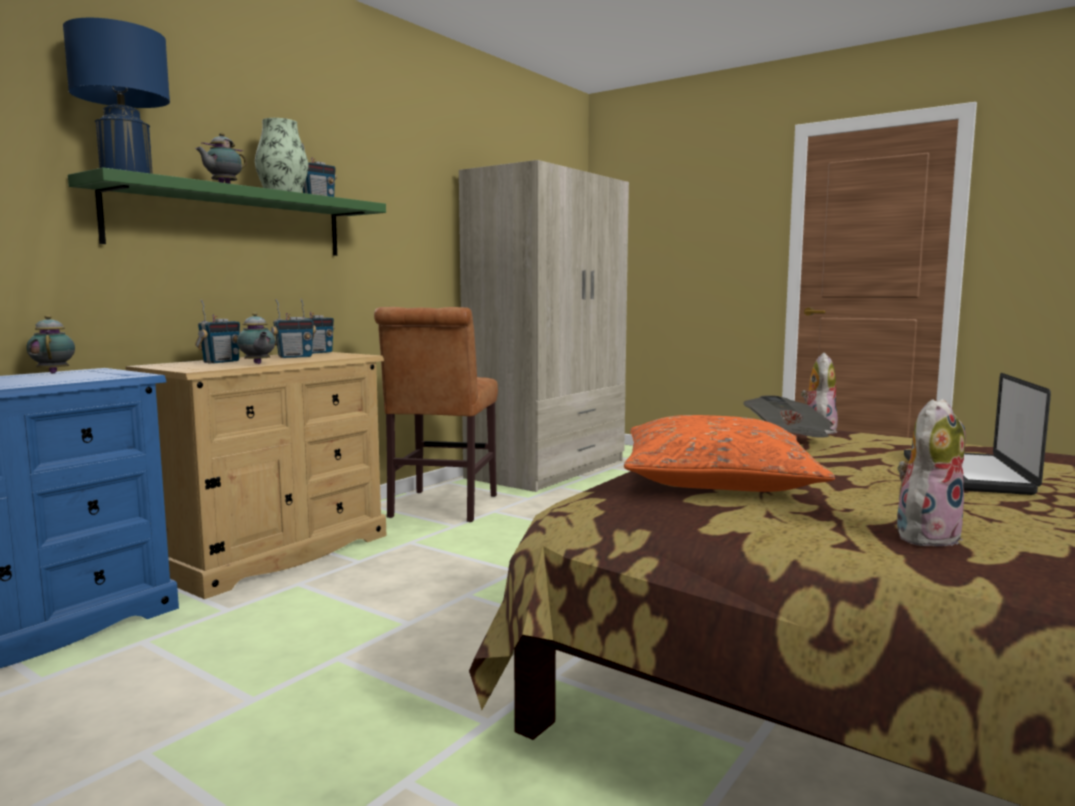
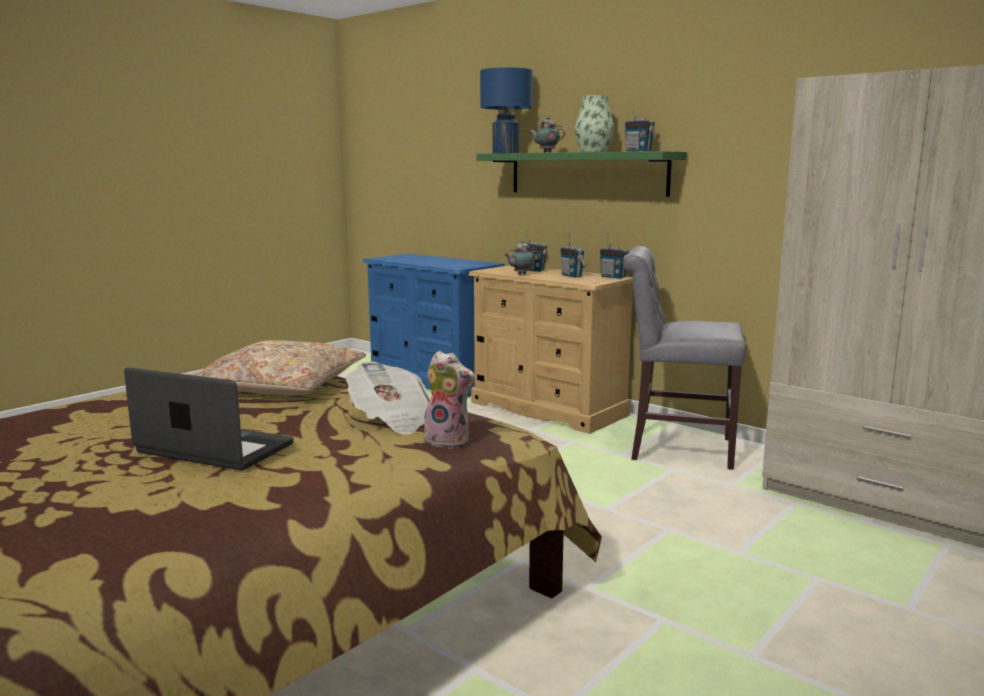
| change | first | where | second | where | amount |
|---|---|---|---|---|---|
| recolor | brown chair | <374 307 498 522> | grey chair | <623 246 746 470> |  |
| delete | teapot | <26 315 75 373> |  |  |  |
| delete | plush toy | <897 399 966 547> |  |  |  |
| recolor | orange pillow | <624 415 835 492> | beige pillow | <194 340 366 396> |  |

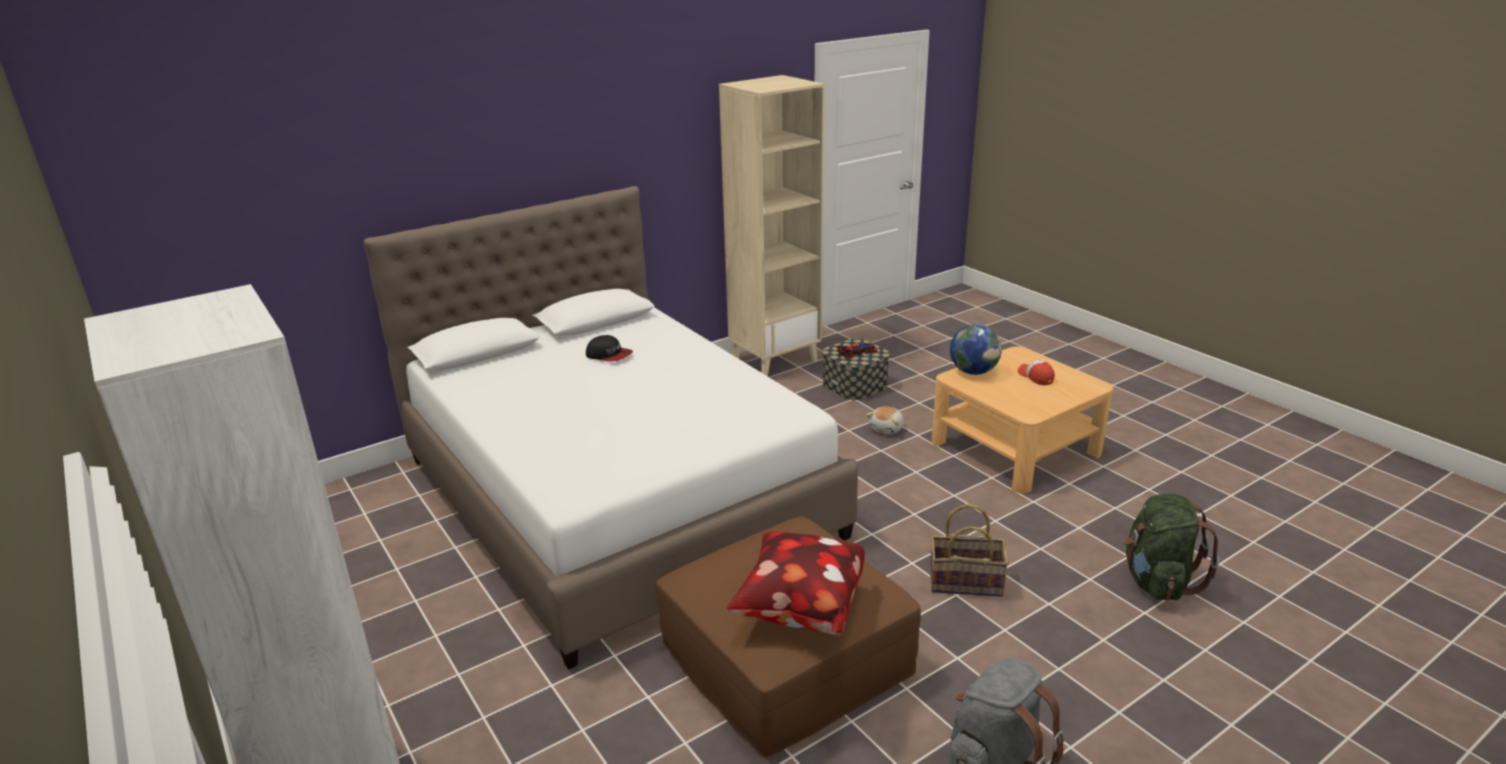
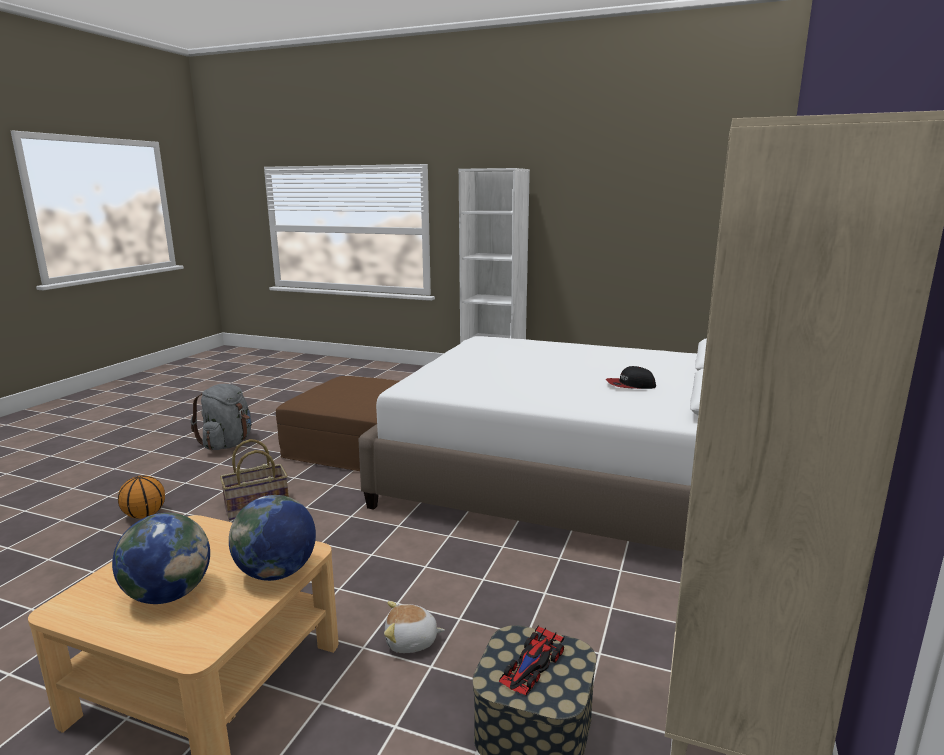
| change | first | where | second | where | amount |
|---|---|---|---|---|---|
| replace | cap | <1018 360 1055 386> | globe | <112 513 210 604> |  |
| rotate | plush toy | <866 406 904 434> |  | <384 601 445 653> | 90 degrees counterclockwise |
| delete | green backpack | <1123 494 1220 601> |  |  |  |
| delete | pillow | <726 532 865 635> |  |  |  |
| insert |  |  | basketball | <118 475 165 519> |  |

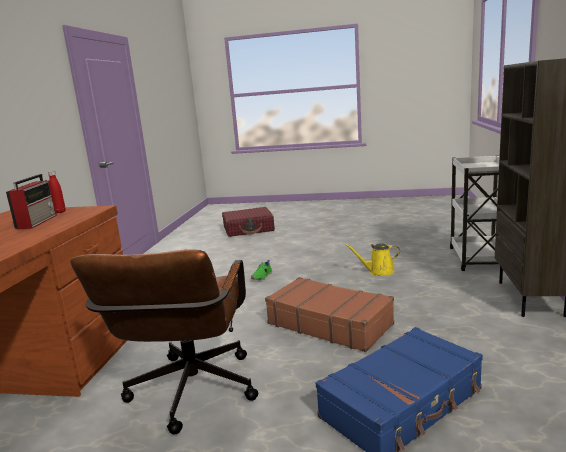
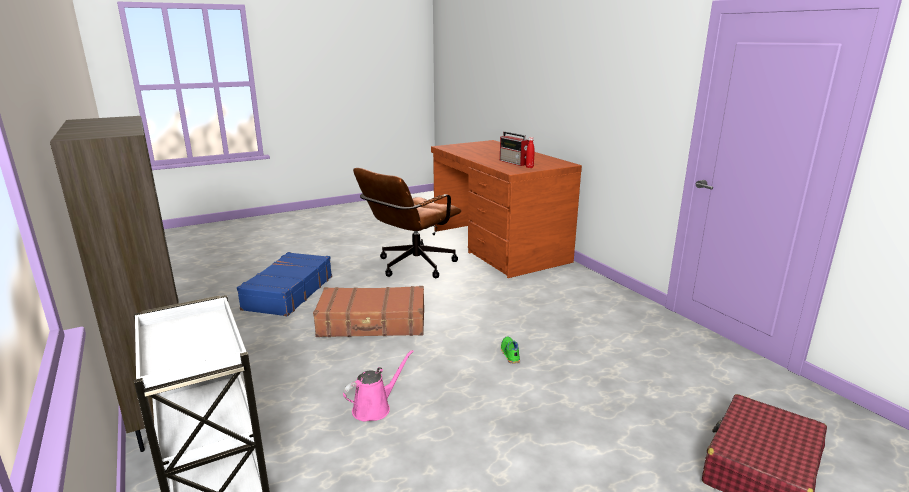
| change | first | where | second | where | amount |
|---|---|---|---|---|---|
| recolor | yellow watering can | <345 243 400 276> | pink watering can | <343 350 413 421> |  |
| rotate | brown office chair | <70 249 258 434> |  | <353 168 461 278> | 105 degrees counterclockwise |

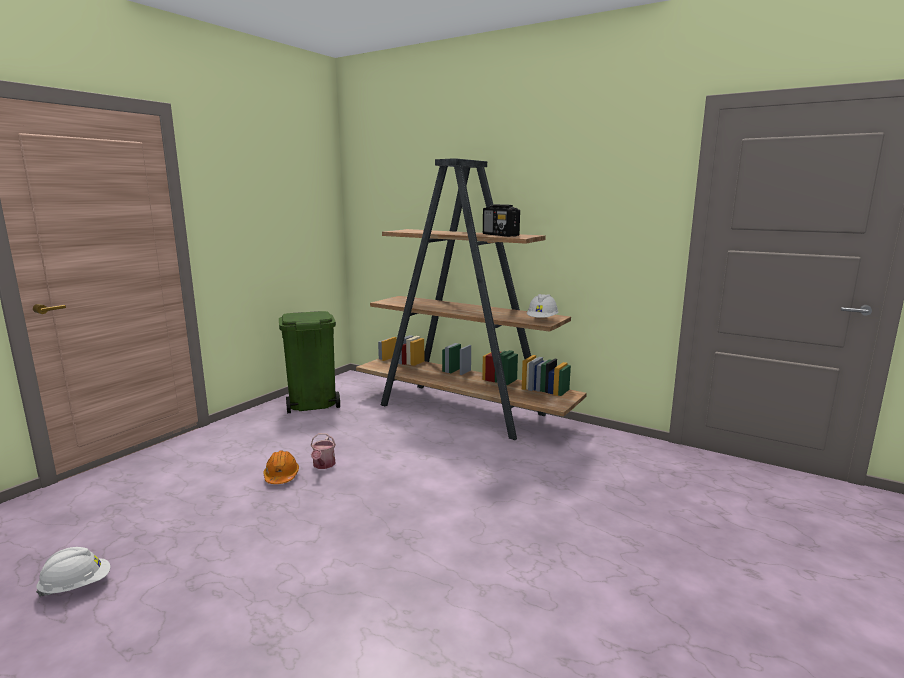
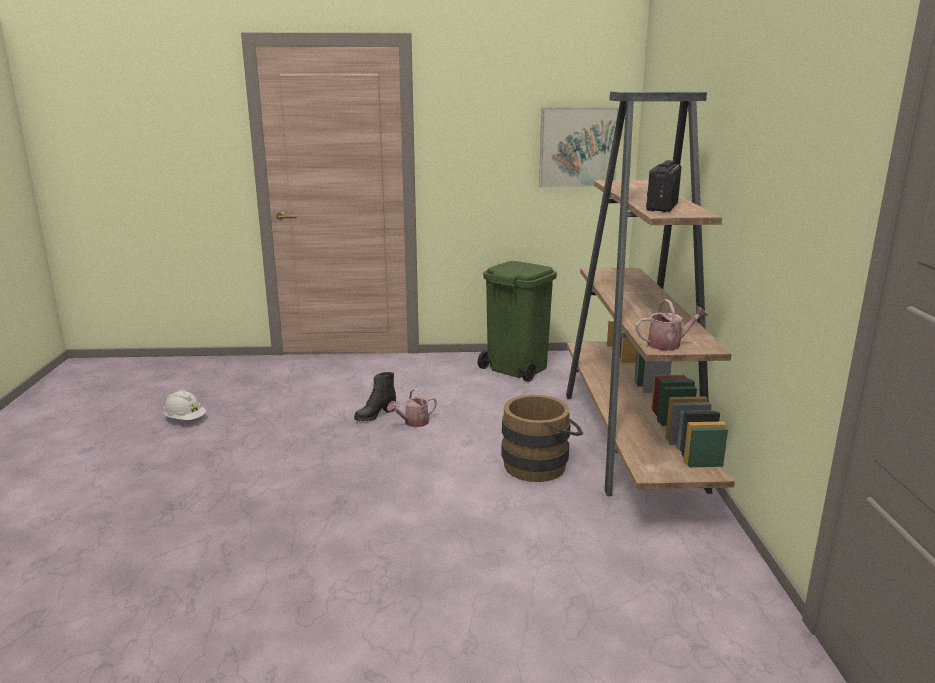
| change | first | where | second | where | amount |
|---|---|---|---|---|---|
| replace | white hard hat | <527 294 558 318> | watering can | <636 299 708 351> |  |
| replace | orange hard hat | <263 450 299 484> | black boot | <354 372 396 421> |  |
| insert |  |  | picture | <539 107 619 187> |  |
| insert |  |  | brown bucket | <501 395 583 482> |  |

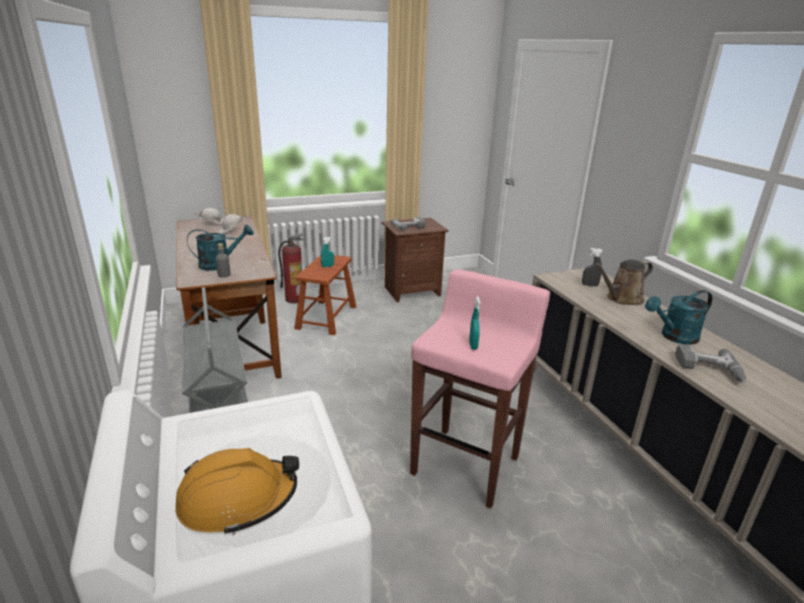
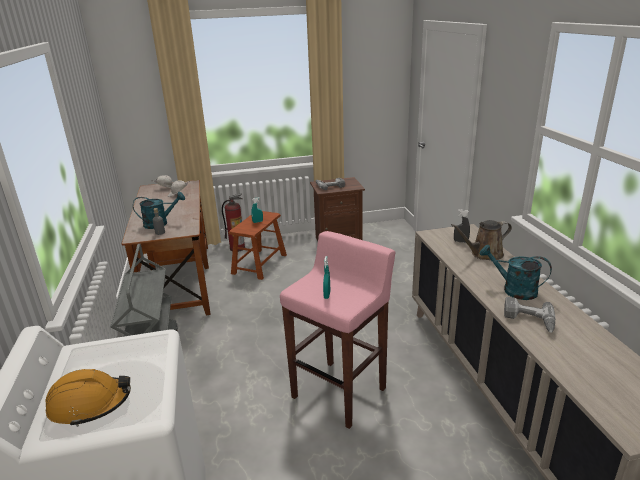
| change | first | where | second | where | amount |
|---|---|---|---|---|---|
| rotate | turquoise watering can | <645 290 712 345> |  | <480 245 552 300> | 45 degrees clockwise |

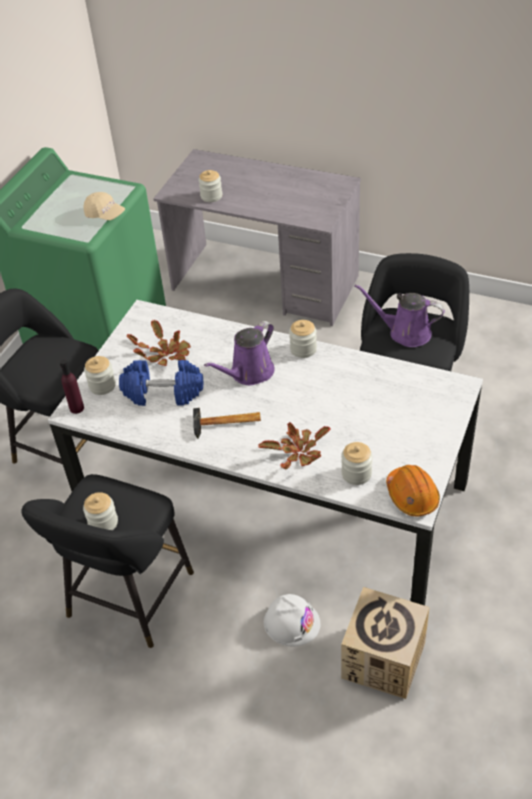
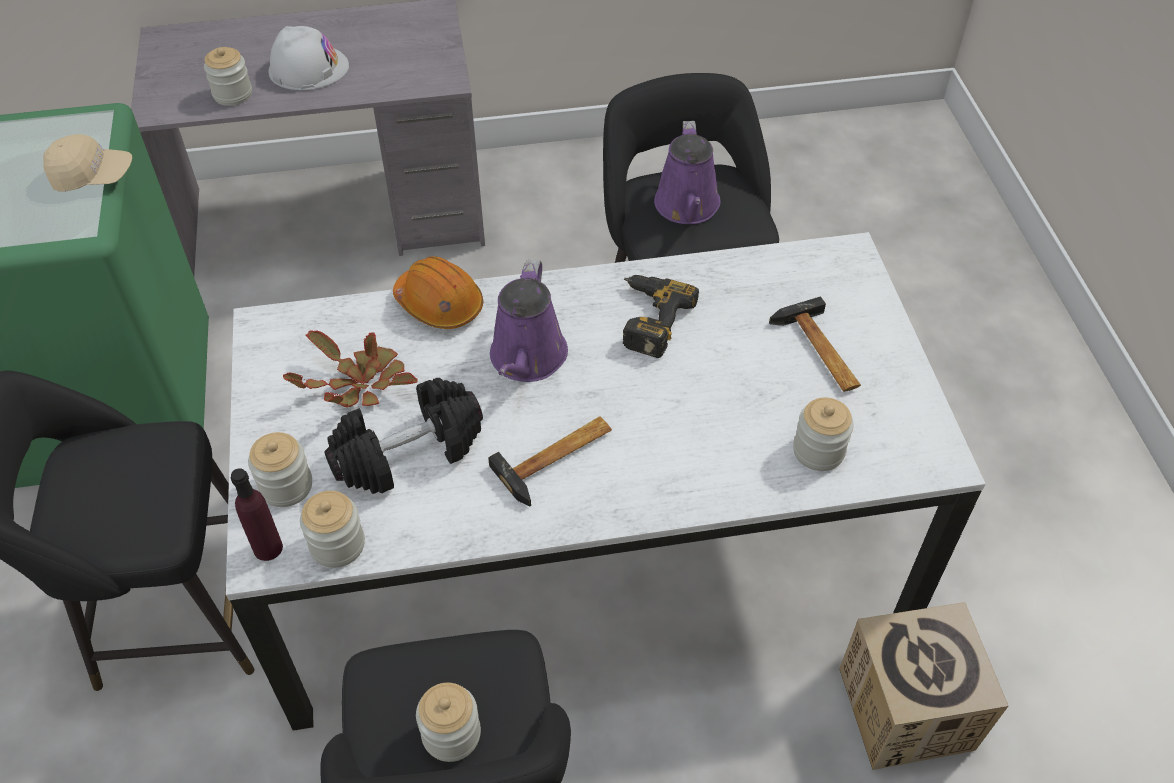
| change | first | where | second | where | amount |
|---|---|---|---|---|---|
| rotate | purple watering can | <354 284 445 347> |  | <654 121 721 224> | 75 degrees counterclockwise |
| move | jar | <289 320 317 358> |  | <300 491 365 568> |  |
| recolor | blue dumbbell | <119 360 203 406> | black dumbbell | <324 378 483 494> |  |
| delete | potted plant | <258 422 331 469> |  |  |  |
| move | orange hard hat | <386 465 440 516> |  | <393 256 483 329> |  |
| move | white hard hat | <264 594 320 646> |  | <268 26 349 90> |  |
| insert |  |  | power drill | <623 275 699 358> |  |
| insert |  |  | hammer | <769 296 861 392> |  |

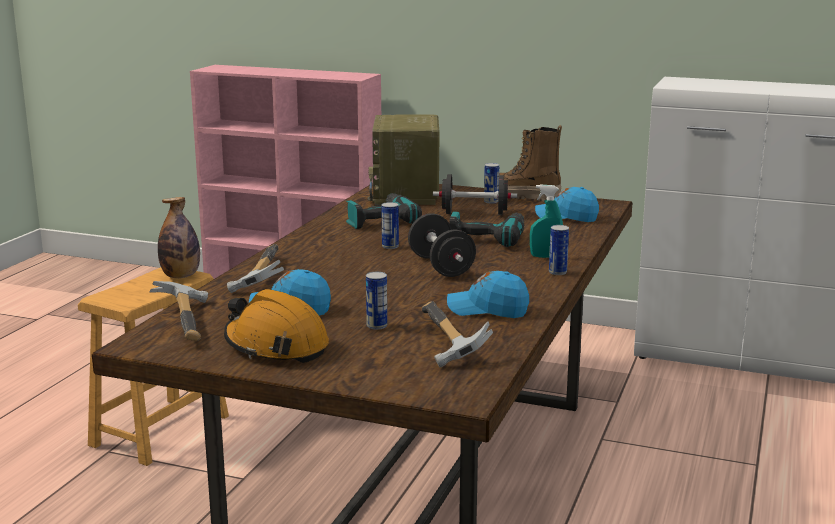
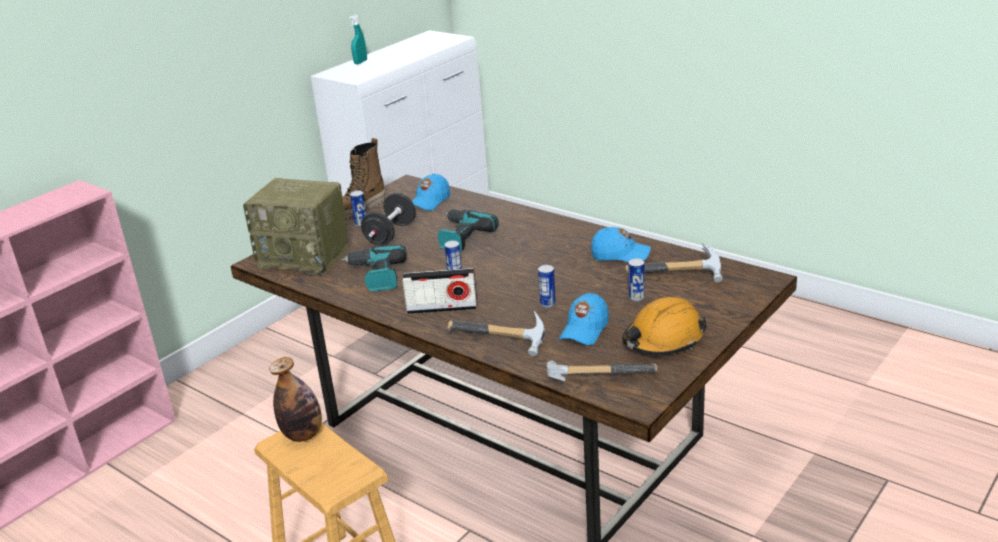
| change | first | where | second | where | amount |
|---|---|---|---|---|---|
| move | turquoise spray bottle | <530 184 563 258> |  | <349 14 367 64> |  |
| delete | black dumbbell | <408 213 476 277> |  |  |  |
| move | can | <549 225 569 275> |  | <538 265 556 308> |  |
| rotate | blue cap | <447 271 529 318> |  | <591 227 651 262> | 105 degrees counterclockwise |
| insert |  |  | radio | <402 268 477 314> |  |

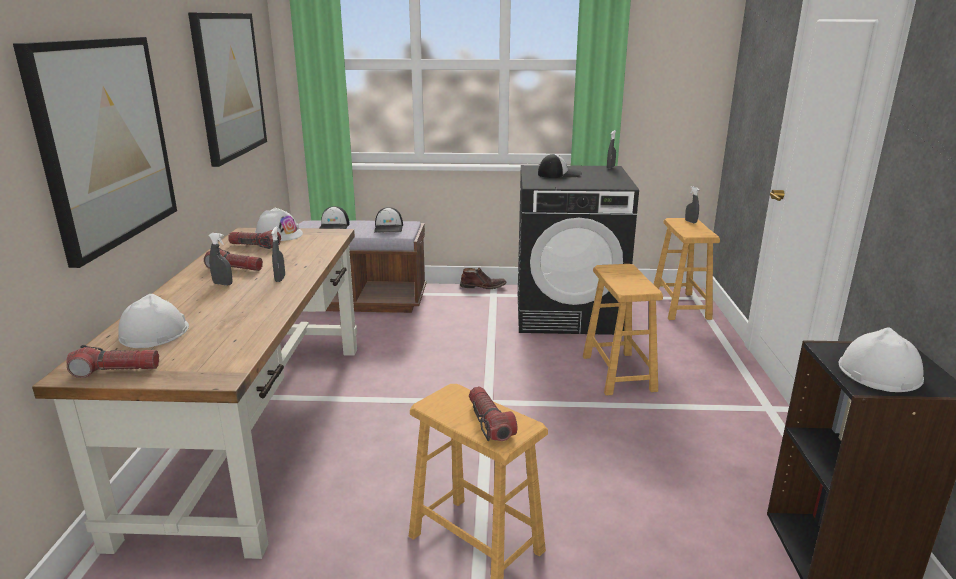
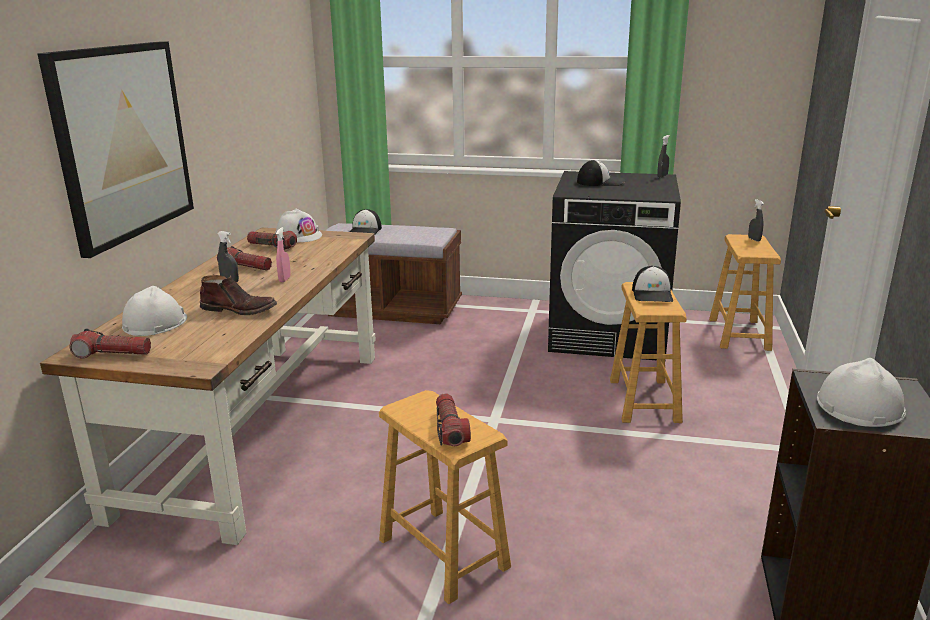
| change | first | where | second | where | amount |
|---|---|---|---|---|---|
| delete | picture | <188 13 267 167> |  |  |  |
| move | cap | <374 207 403 233> |  | <632 266 673 302> |  |
| recolor | grey spray bottle | <271 226 285 282> | pink spray bottle | <276 227 291 282> |  |
| move | brown boot | <460 268 507 289> |  | <200 275 277 315> |  |

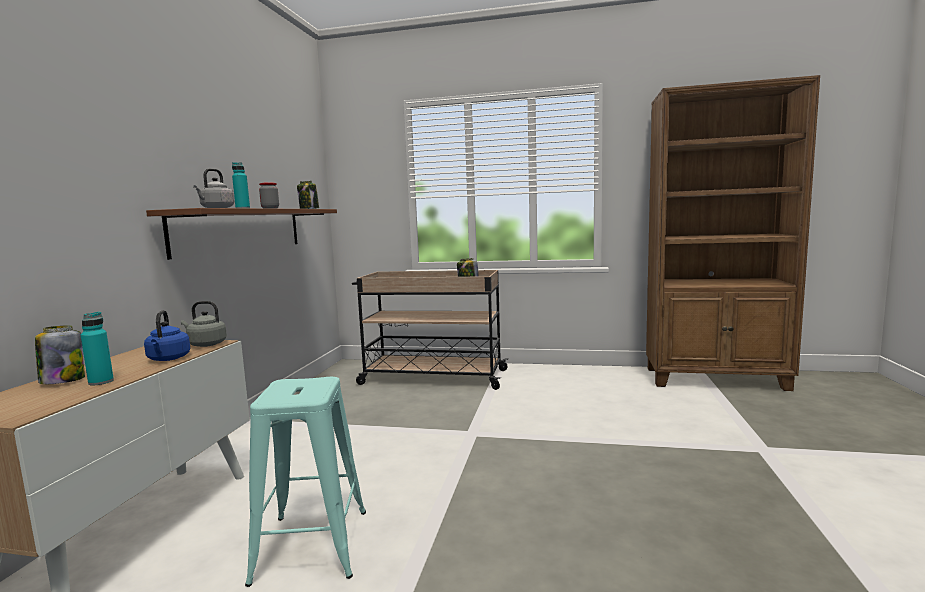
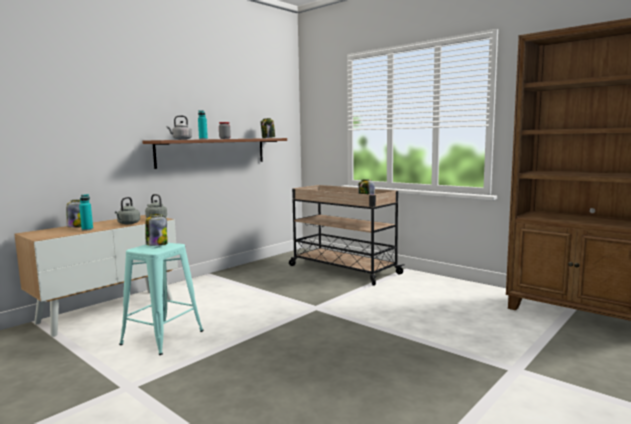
| change | first | where | second | where | amount |
|---|---|---|---|---|---|
| recolor | blue kettle | <144 310 190 361> | grey kettle | <115 197 140 224> |  |
| insert |  |  | jar | <145 214 167 246> |  |

